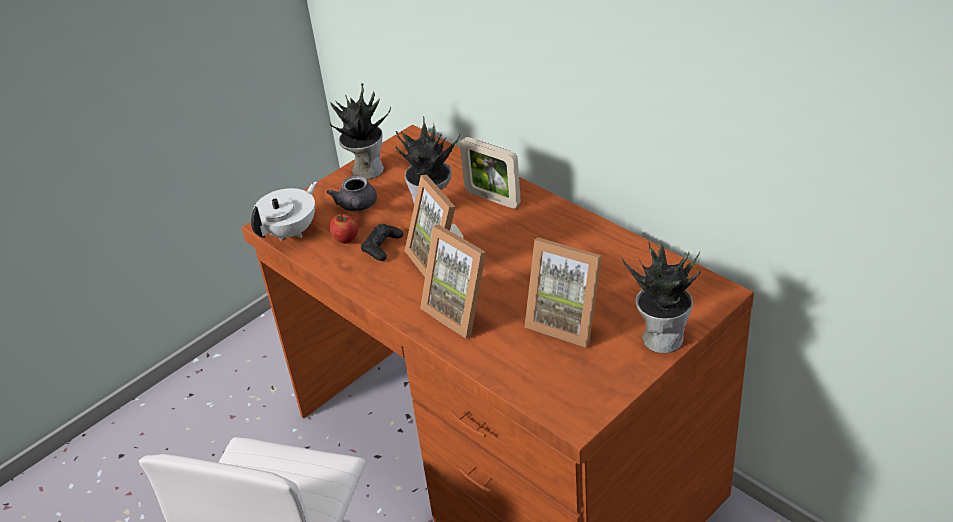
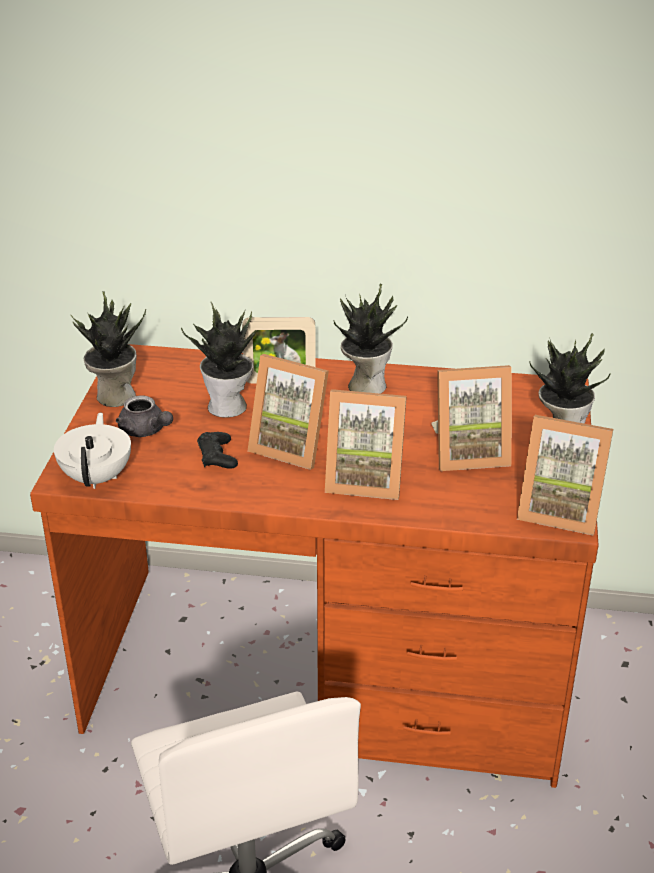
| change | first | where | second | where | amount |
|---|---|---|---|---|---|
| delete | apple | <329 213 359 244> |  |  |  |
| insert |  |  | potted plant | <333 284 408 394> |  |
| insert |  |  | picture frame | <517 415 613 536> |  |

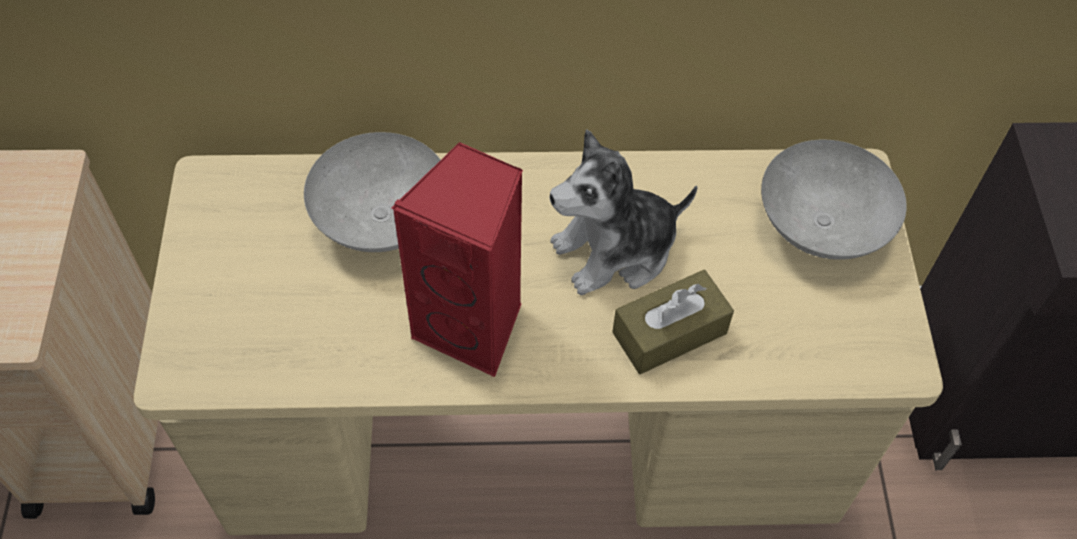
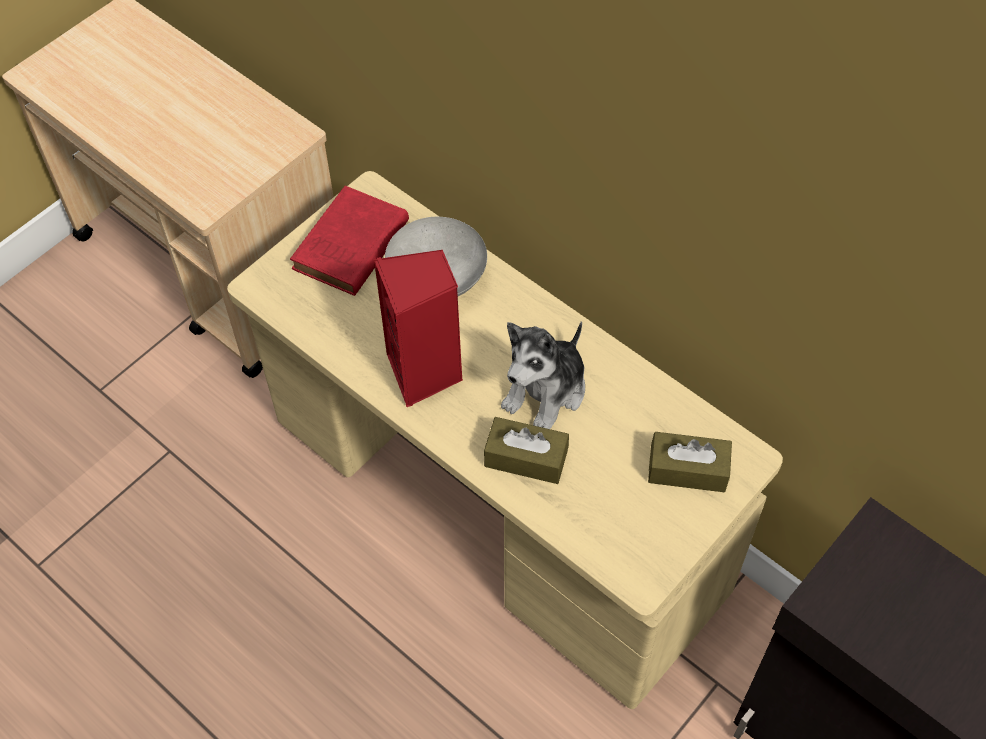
| change | first | where | second | where | amount |
|---|---|---|---|---|---|
| rotate | plush toy | <550 129 698 295> |  | <501 321 585 429> | 75 degrees counterclockwise |
| replace | grey bowl | <761 140 907 260> | brown tissue box | <648 432 732 492> |  |
| insert |  |  | red book | <290 186 409 296> |  |

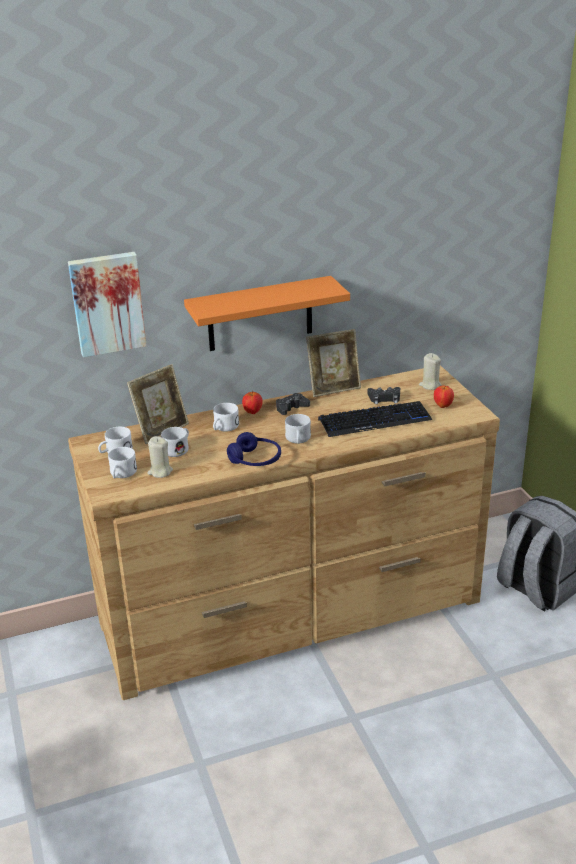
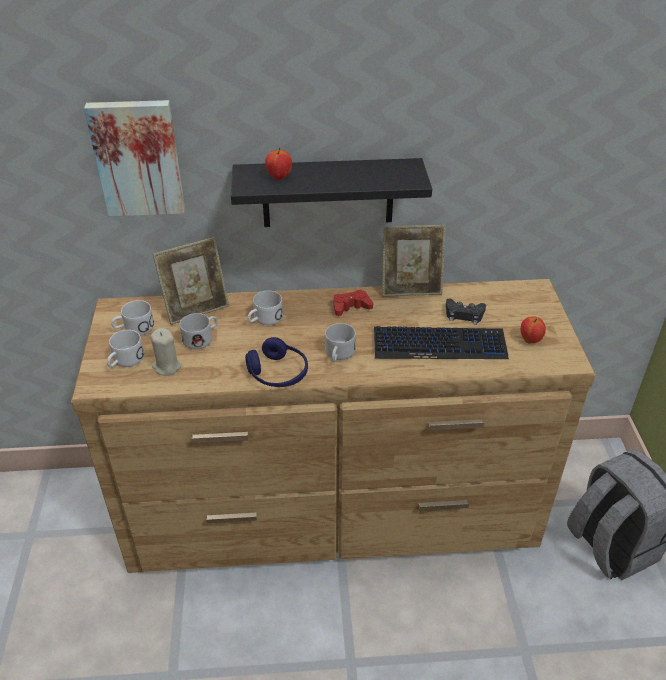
| change | first | where | second | where | amount |
|---|---|---|---|---|---|
| recolor | orange shelf | <184 276 350 351> | black shelf | <231 158 432 227> |  |
| delete | beige candle | <419 353 442 390> |  |  |  |
| move | apple | <242 391 263 414> |  | <265 148 292 180> |  |
| recolor | black game controller | <276 393 310 415> | red game controller | <333 289 373 316> |  |

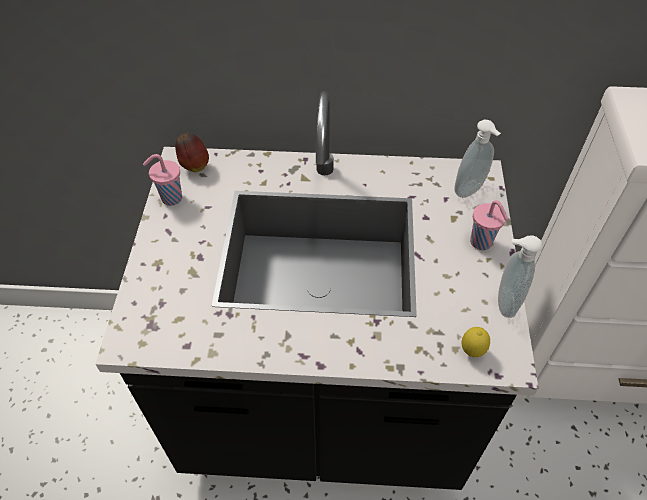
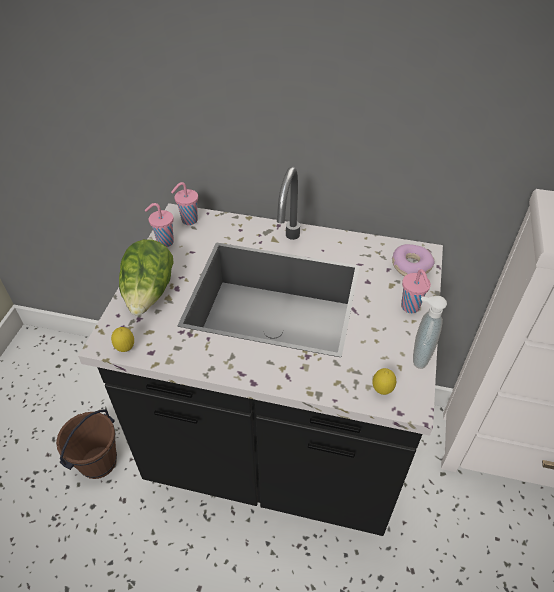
| change | first | where | second | where | amount |
|---|---|---|---|---|---|
| replace | soap dispenser | <454 120 501 198> | donut | <392 244 435 277> |  |
| replace | apple | <175 133 209 172> | pink cup | <171 182 198 225> |  |
| insert |  |  | lettuce | <119 239 174 316> |  |
| insert |  |  | lemon | <111 327 134 352> |  |
| insert |  |  | brown bucket | <56 409 117 479> |  |

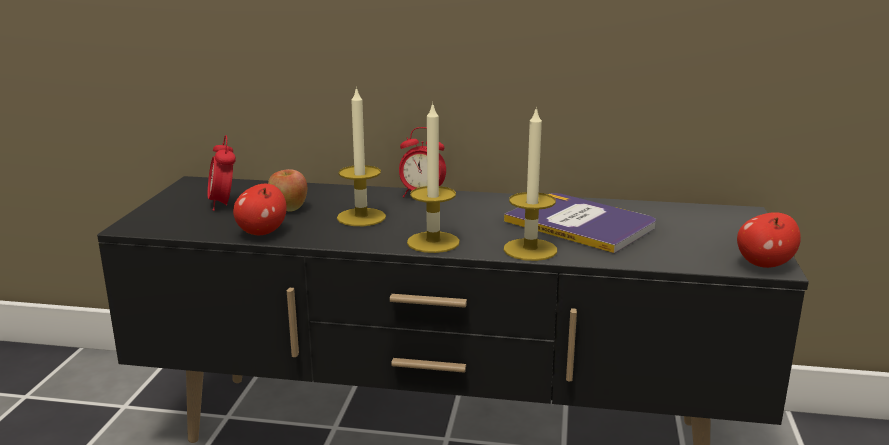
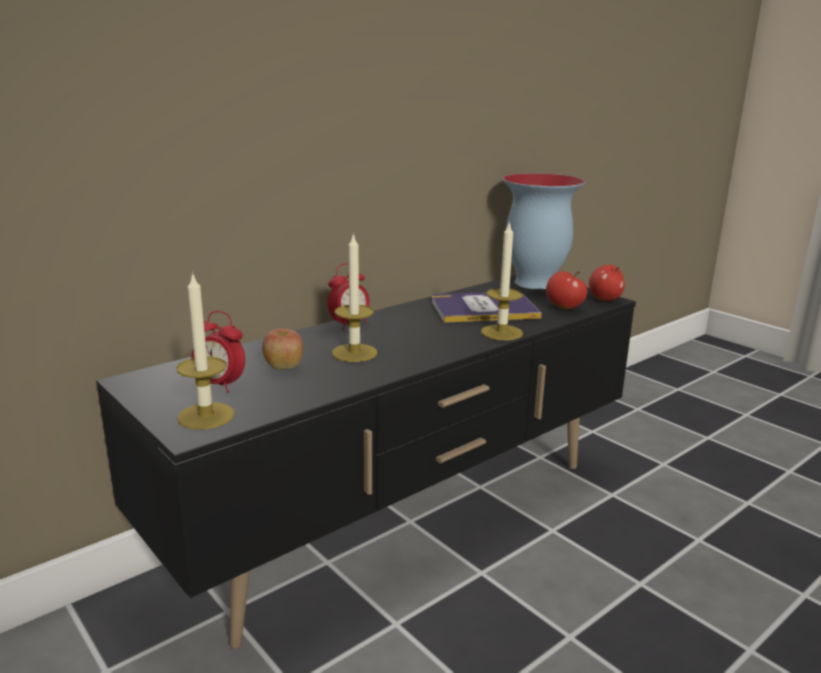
| change | first | where | second | where | amount |
|---|---|---|---|---|---|
| move | candle | <407 102 460 253> |  | <176 272 235 429> |  |
| move | apple | <233 184 287 235> |  | <546 271 587 309> |  |
| insert |  |  | vase | <502 173 585 289> |  |

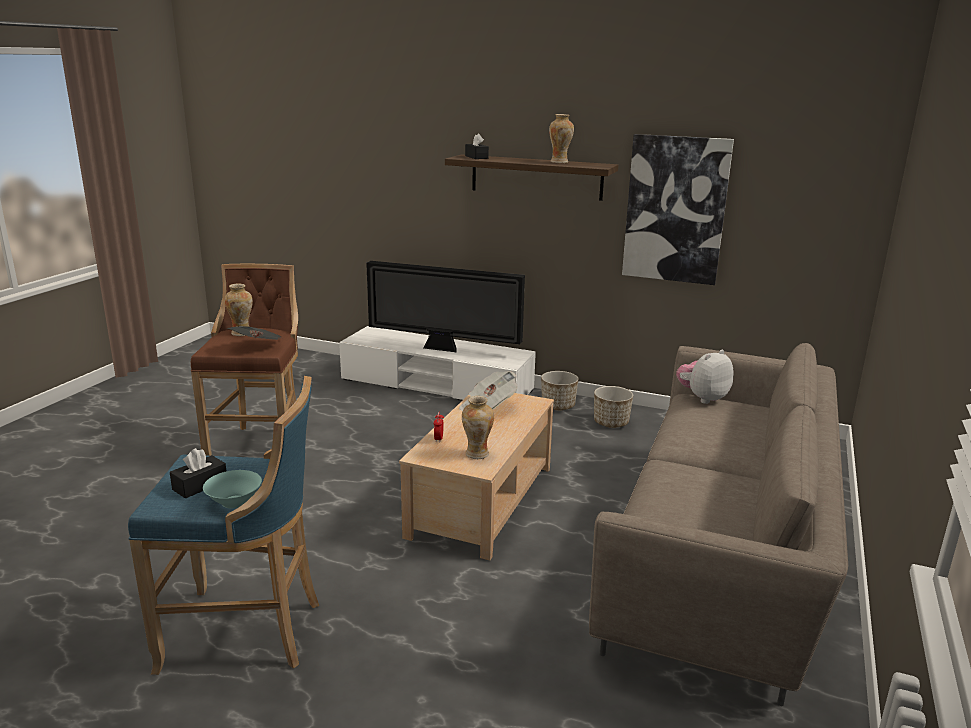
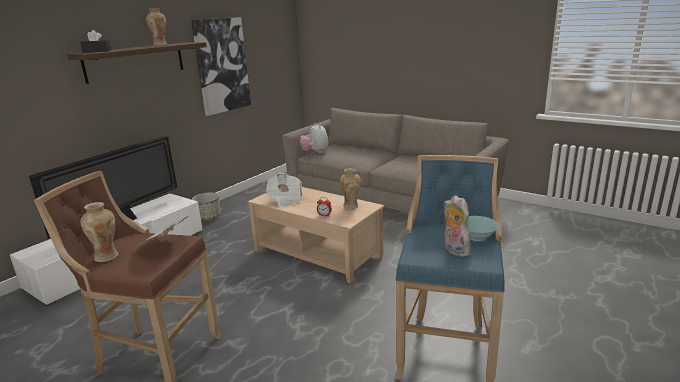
| change | first | where | second | where | amount |
|---|---|---|---|---|---|
| delete | planter | <594 386 633 428> |  |  |  |
| replace | black tissue box | <170 448 226 499> | plush toy | <443 195 471 257> |  |

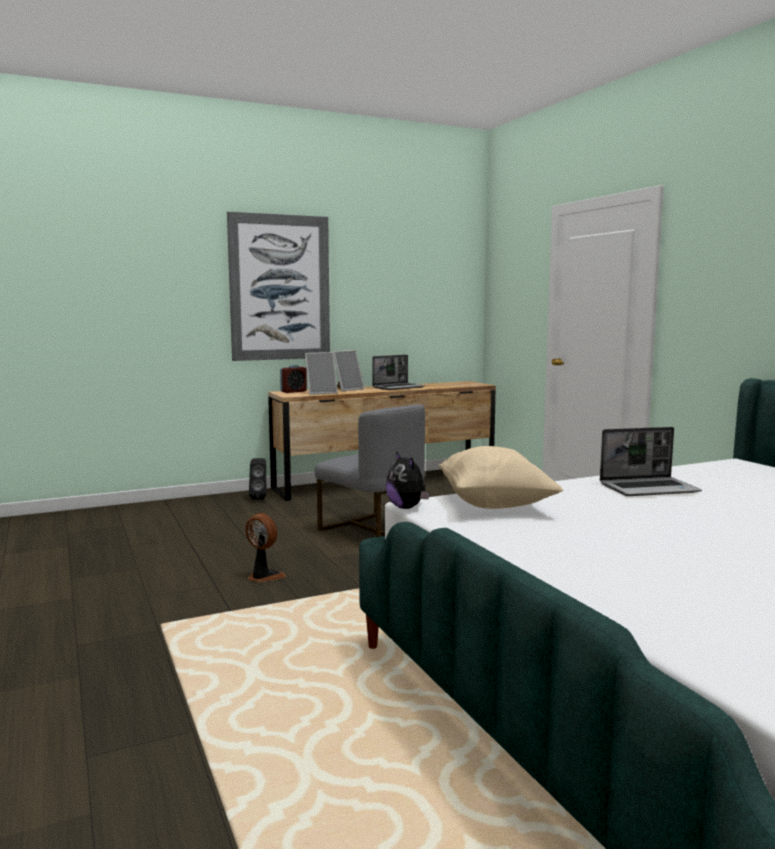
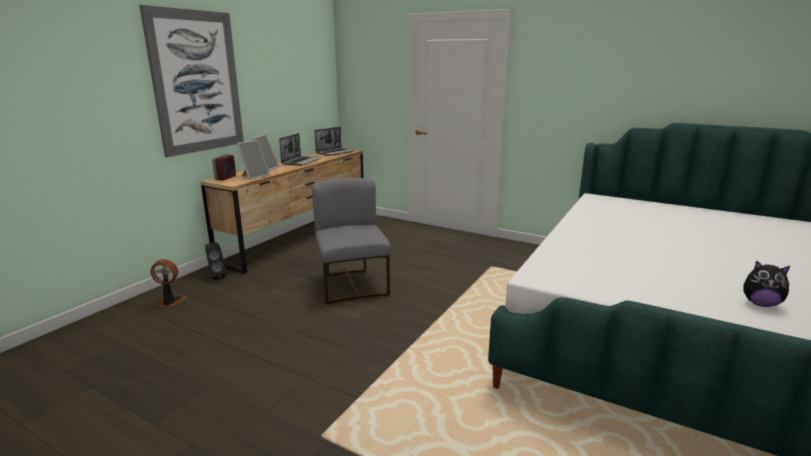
| change | first | where | second | where | amount |
|---|---|---|---|---|---|
| rotate | grey chair | <315 404 425 537> |  | <312 178 391 304> | 120 degrees counterclockwise |
| move | laptop | <600 427 702 496> |  | <314 127 355 156> |  |
| delete | beige pillow | <438 446 563 509> |  |  |  |
| move | plush toy | <386 452 429 509> |  | <743 260 791 307> |  |
| move | fan | <245 513 286 583> |  | <151 259 187 307> |  |

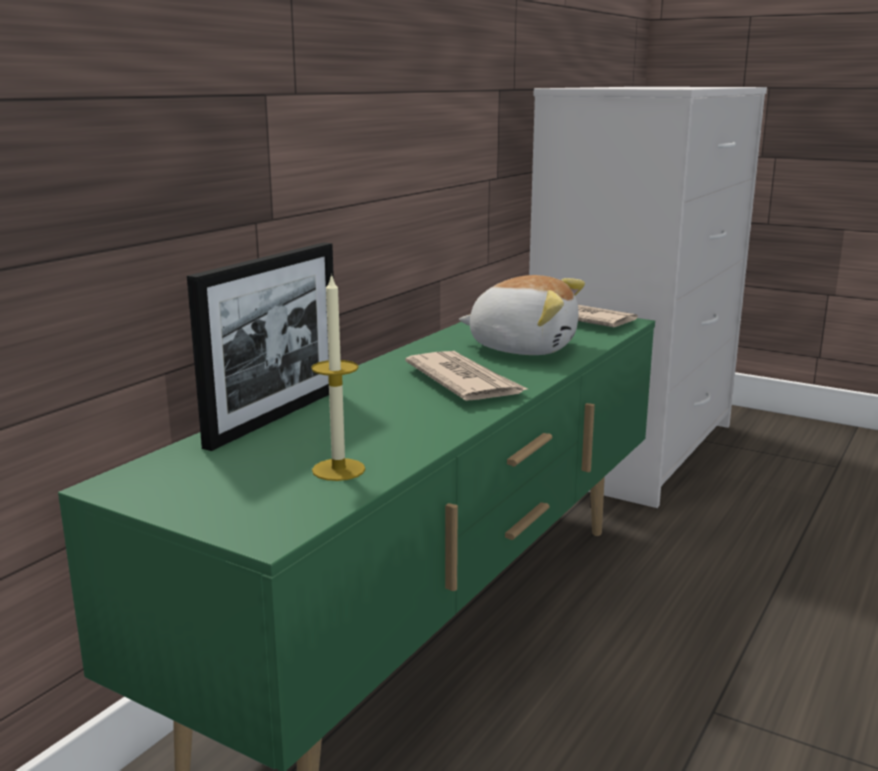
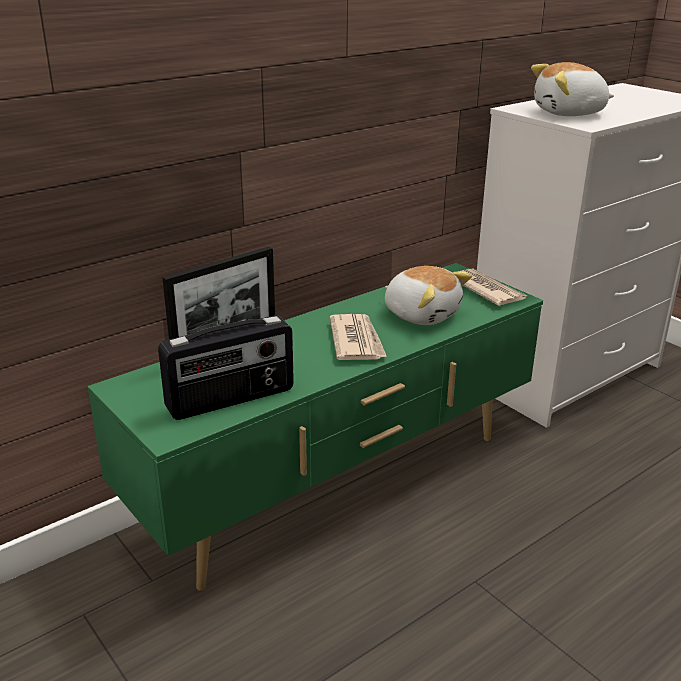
| change | first | where | second | where | amount |
|---|---|---|---|---|---|
| replace | candle | <311 273 365 481> | radio | <158 315 294 420> |  |
| insert |  |  | plush toy | <531 62 614 116> |  |

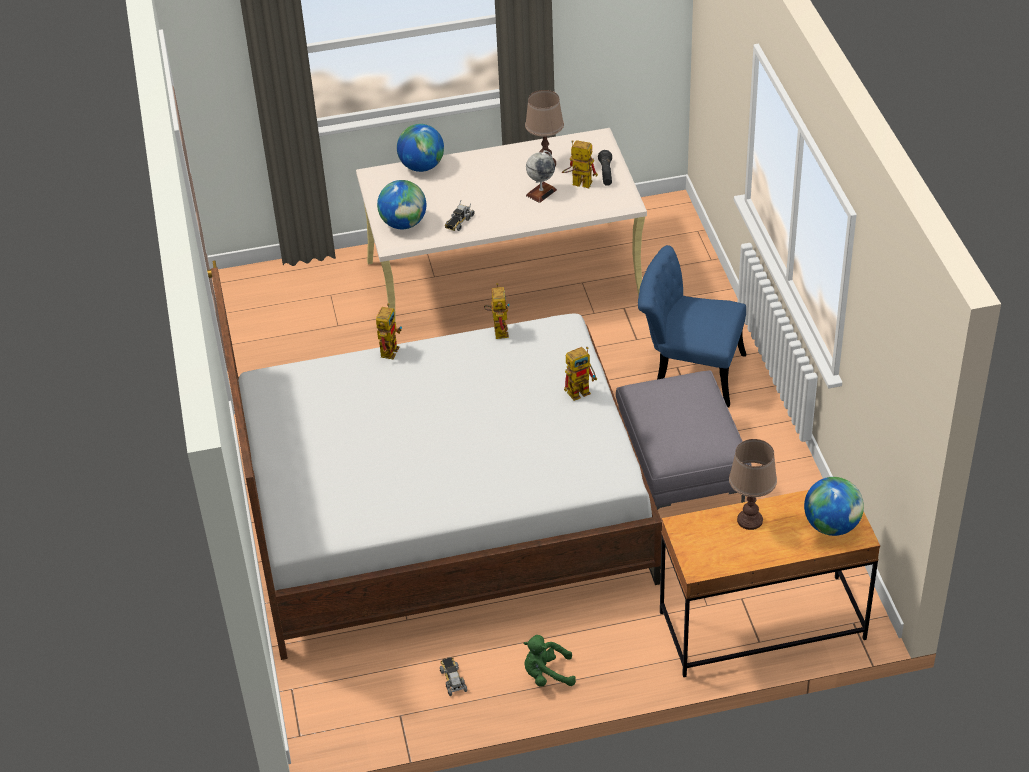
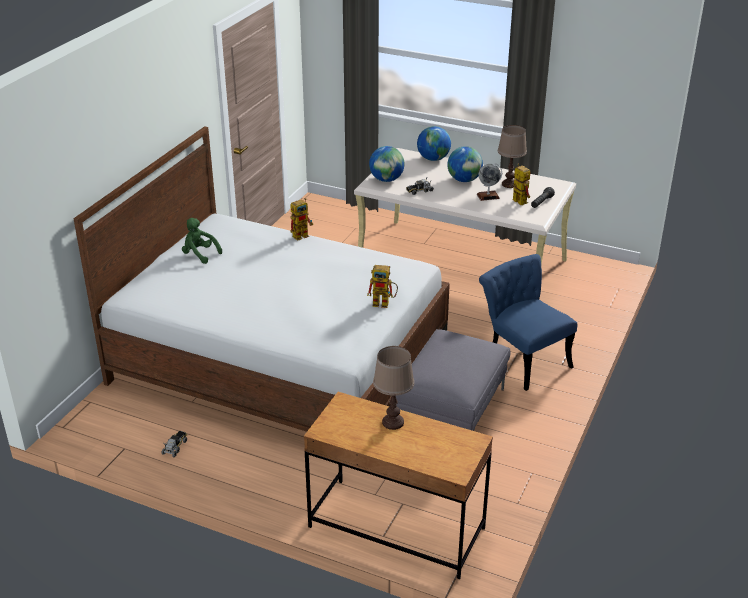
| change | first | where | second | where | amount |
|---|---|---|---|---|---|
| delete | toy robot | <484 283 510 339> |  |  |  |
| move | globe | <804 477 864 536> |  | <447 146 483 182> |  |
| move | green plush toy | <524 635 576 687> |  | <182 218 222 264> |  |

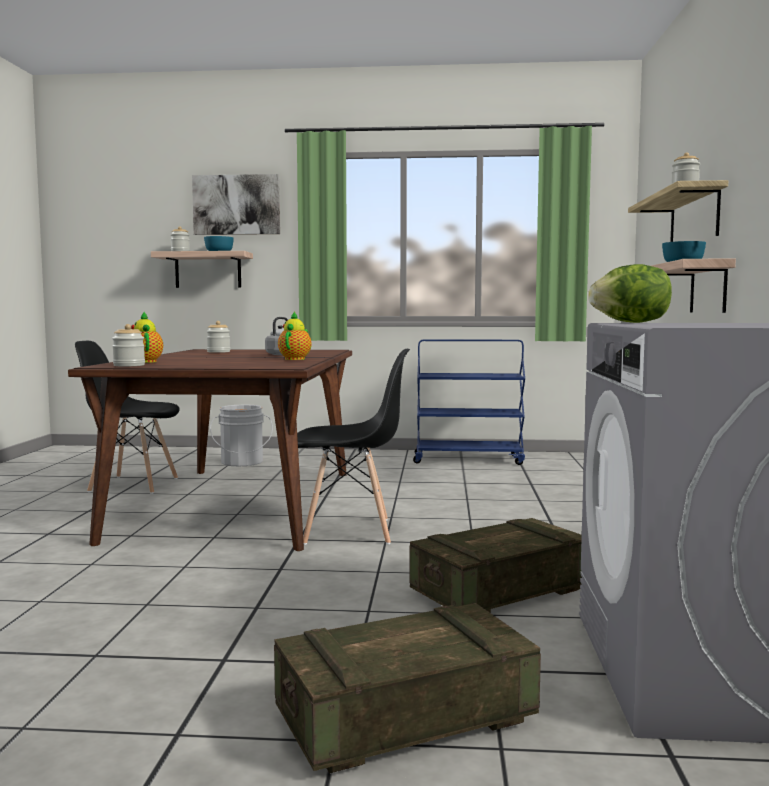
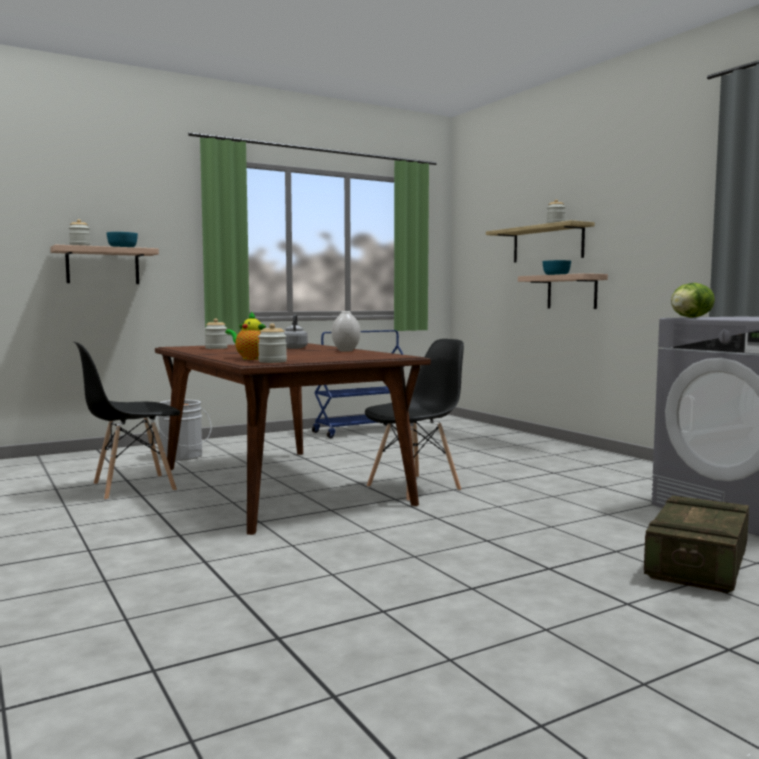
| change | first | where | second | where | amount |
|---|---|---|---|---|---|
| delete | picture | <192 174 280 235> |  |  |  |
| replace | teapot | <278 312 312 360> | white vase | <331 311 361 351> |  |
| delete | crate | <409 518 582 613> |  |  |  |

